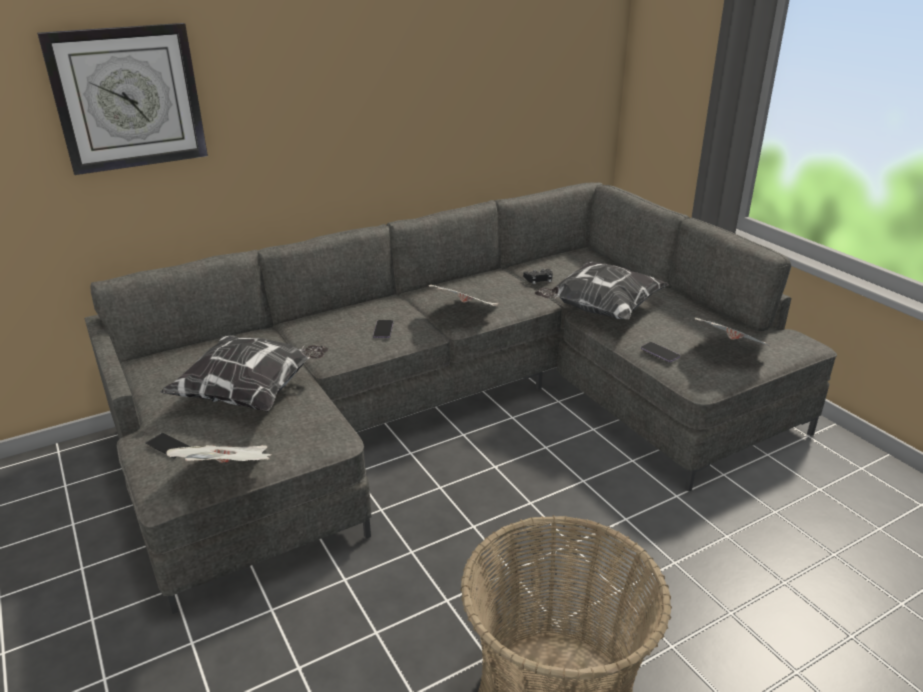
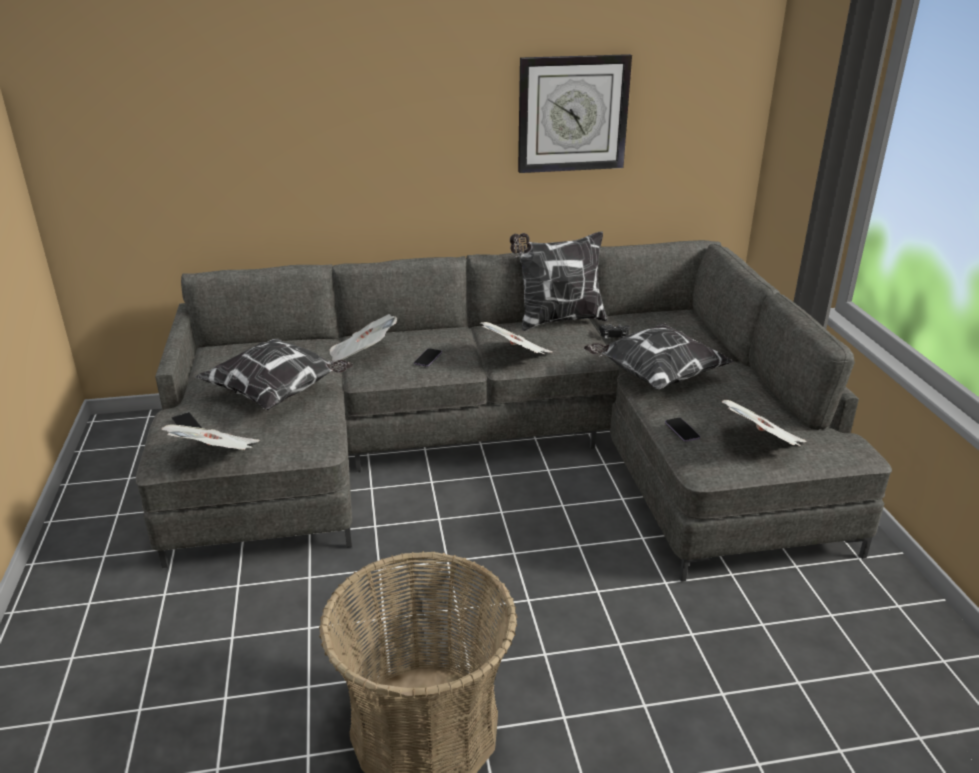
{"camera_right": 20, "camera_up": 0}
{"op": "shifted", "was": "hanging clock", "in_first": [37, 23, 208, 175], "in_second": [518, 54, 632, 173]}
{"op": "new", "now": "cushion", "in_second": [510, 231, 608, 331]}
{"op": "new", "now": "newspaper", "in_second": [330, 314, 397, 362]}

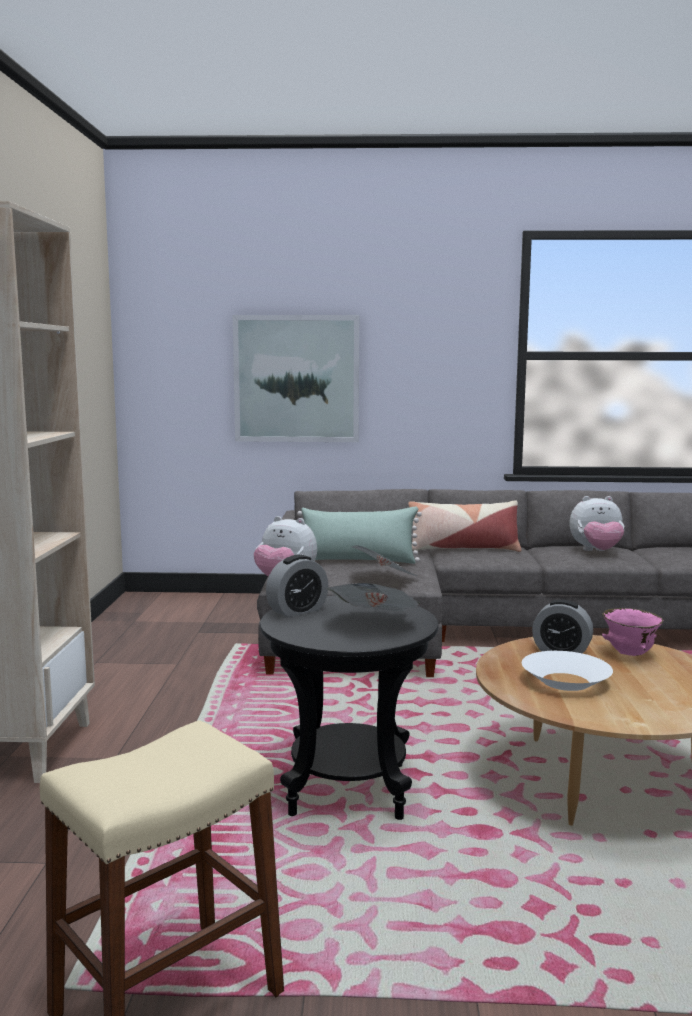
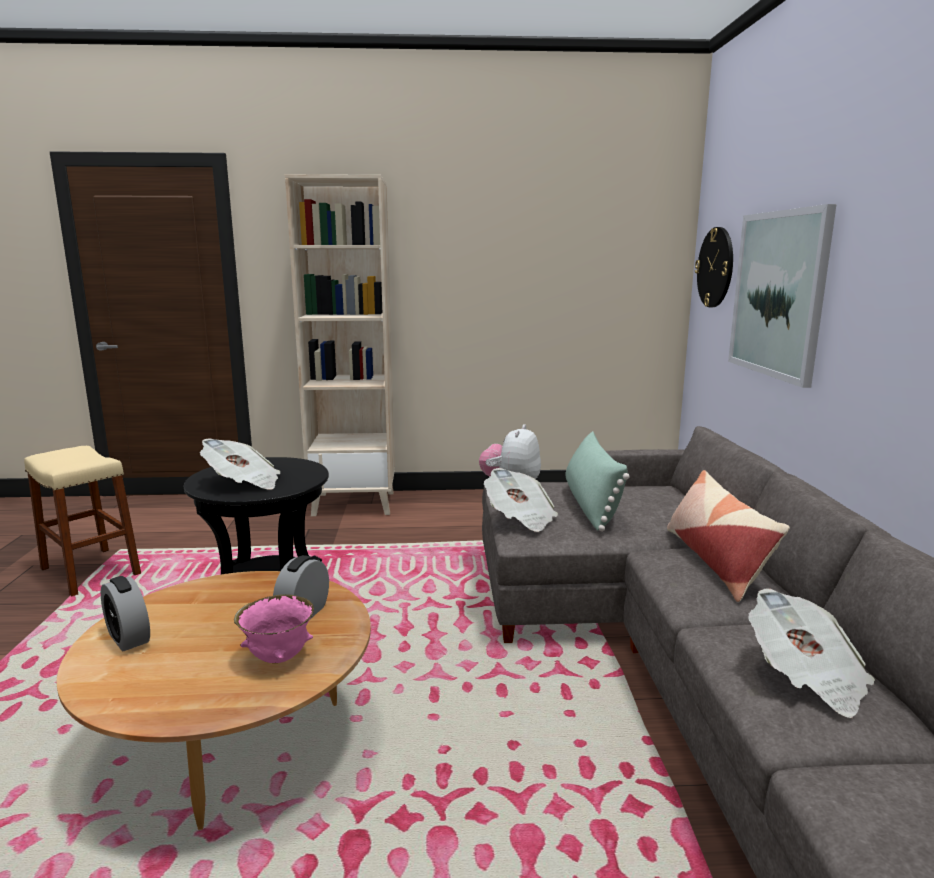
{"camera_right": 85, "camera_up": 5}
{"op": "swapped", "was": "plush toy", "now": "newspaper", "in_first": [569, 496, 625, 551], "in_second": [748, 588, 875, 718]}
{"op": "shifted", "was": "alarm clock", "in_first": [266, 555, 328, 617], "in_second": [101, 576, 150, 652]}
{"op": "gone", "was": "white-coloured deep dish", "in_first": [522, 651, 613, 691]}
{"op": "new", "now": "hanging clock", "in_second": [695, 227, 733, 307]}

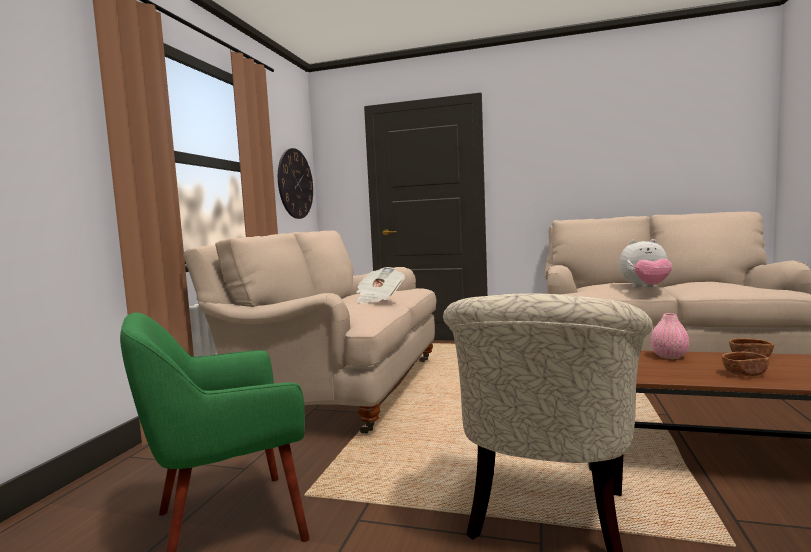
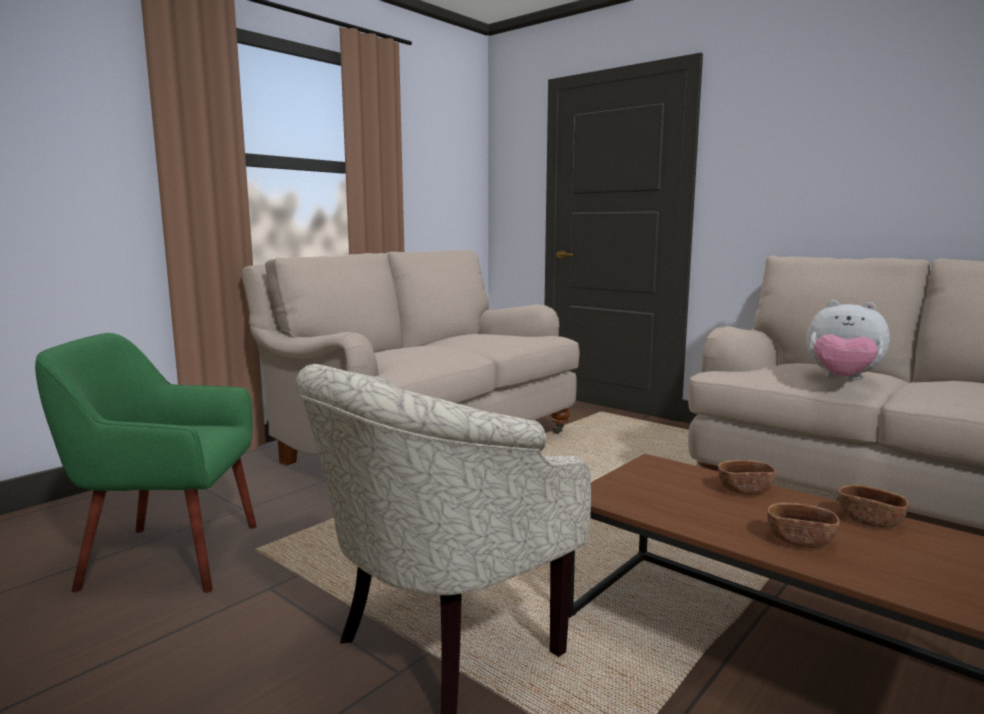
{"camera_right": 25, "camera_up": 5}
{"op": "gone", "was": "hanging clock", "in_first": [278, 148, 313, 219]}
{"op": "gone", "was": "newspaper", "in_first": [356, 267, 405, 303]}
{"op": "swapped", "was": "pink decorative vase", "now": "brown deep dish", "in_first": [650, 313, 690, 359], "in_second": [718, 460, 776, 495]}

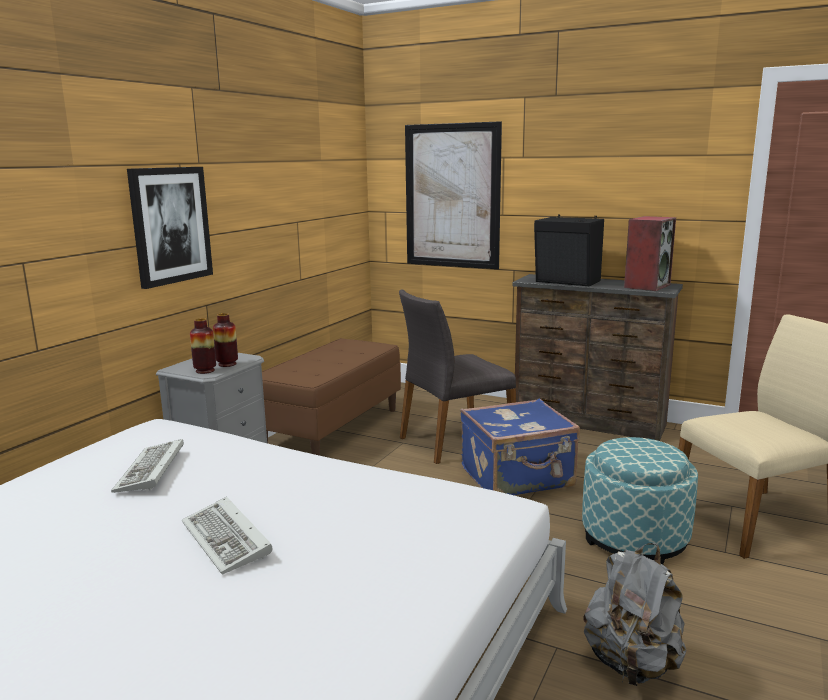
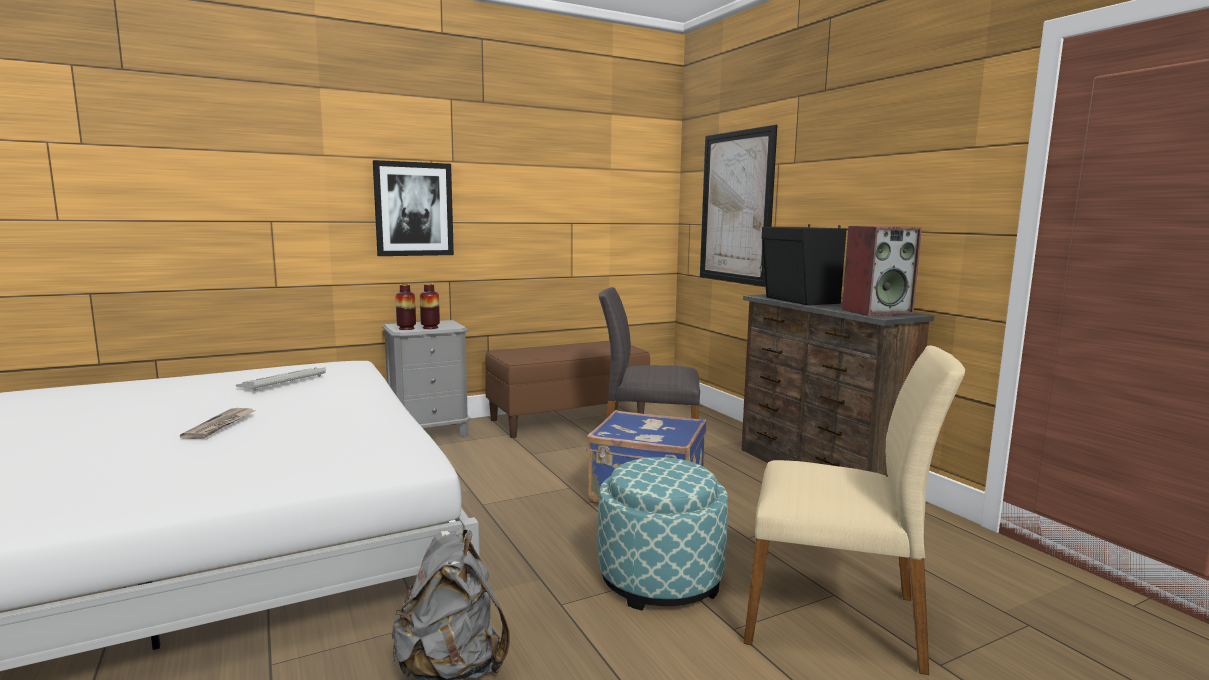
{"camera_right": 35, "camera_up": -5}
{"op": "swapped", "was": "PC keyboard", "now": "newspaper", "in_first": [182, 497, 273, 574], "in_second": [180, 408, 256, 439]}

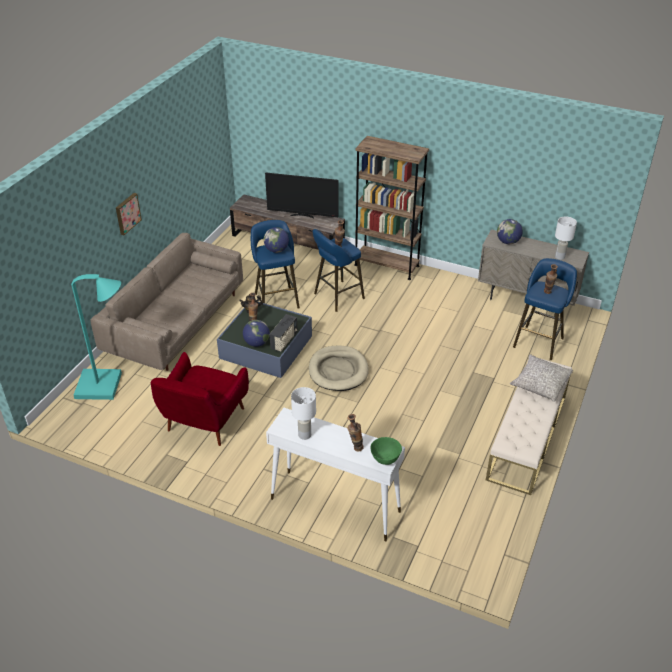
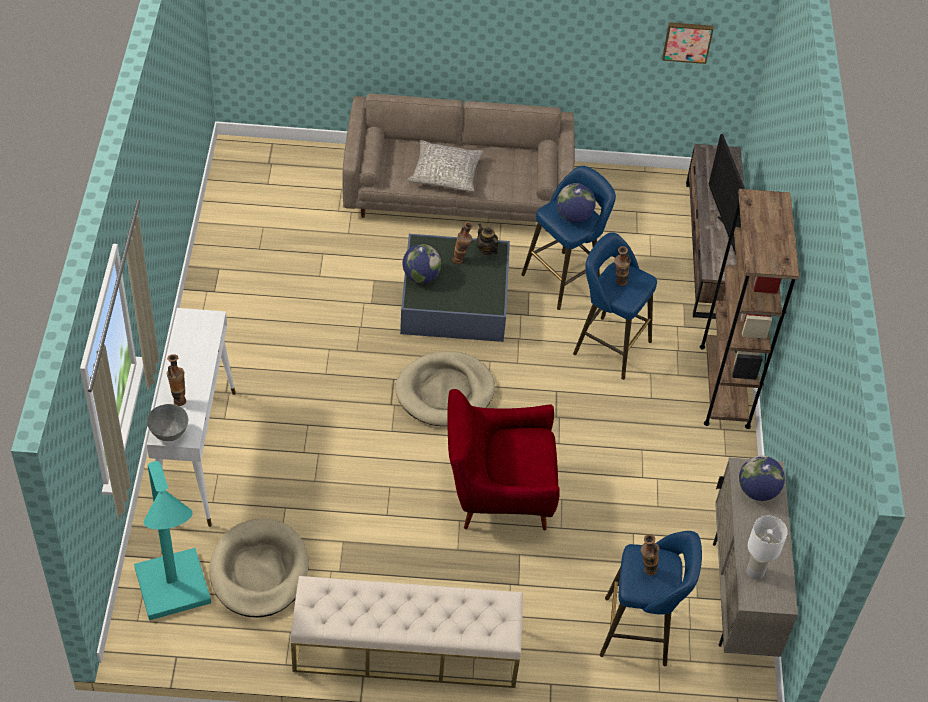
{"camera_right": 65, "camera_up": 10}
{"op": "shifted", "was": "wall art", "in_first": [116, 193, 142, 235], "in_second": [662, 22, 713, 64]}
{"op": "shifted", "was": "turquoise-coloured floor lamp", "in_first": [71, 274, 122, 400], "in_second": [134, 461, 211, 620]}
{"op": "gone", "was": "radio", "in_first": [270, 314, 297, 352]}
{"op": "shifted", "was": "red-coloured armchair", "in_first": [150, 352, 249, 446], "in_second": [448, 389, 560, 530]}
{"op": "shifted", "was": "greyish cushion", "in_first": [510, 354, 573, 402], "in_second": [408, 140, 484, 192]}
{"op": "gone", "was": "white-coloured table lamp", "in_first": [291, 387, 316, 440]}
{"op": "repainted", "was": "greenish deep dish", "now": "greyish deep dish", "in_first": [371, 437, 402, 465], "in_second": [147, 404, 188, 441]}
{"op": "new", "now": "beige-coloured dog cushion", "in_second": [209, 518, 309, 618]}

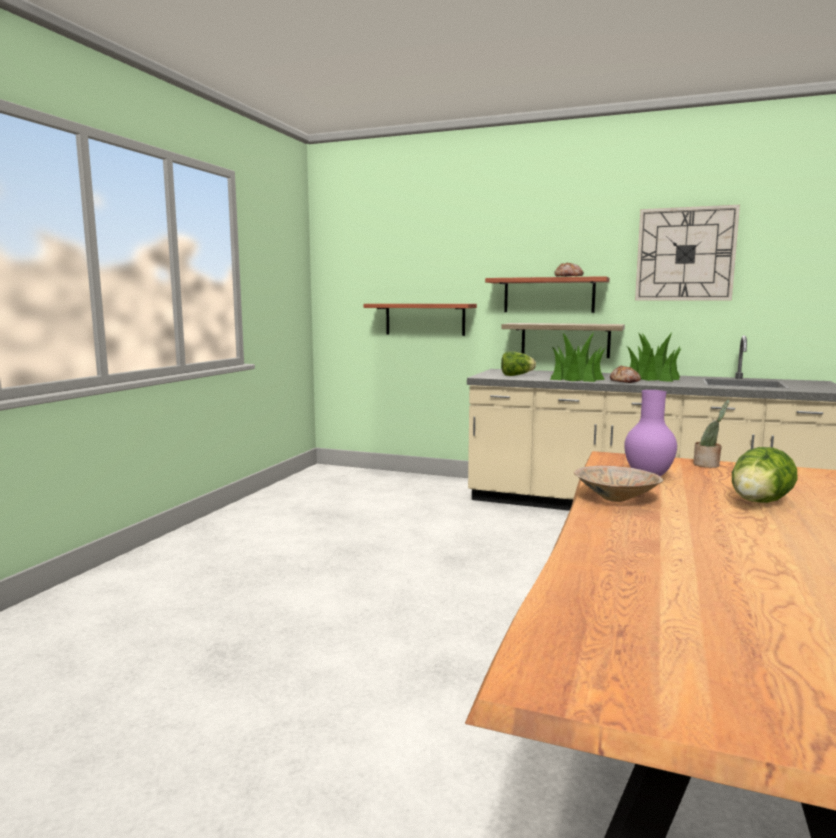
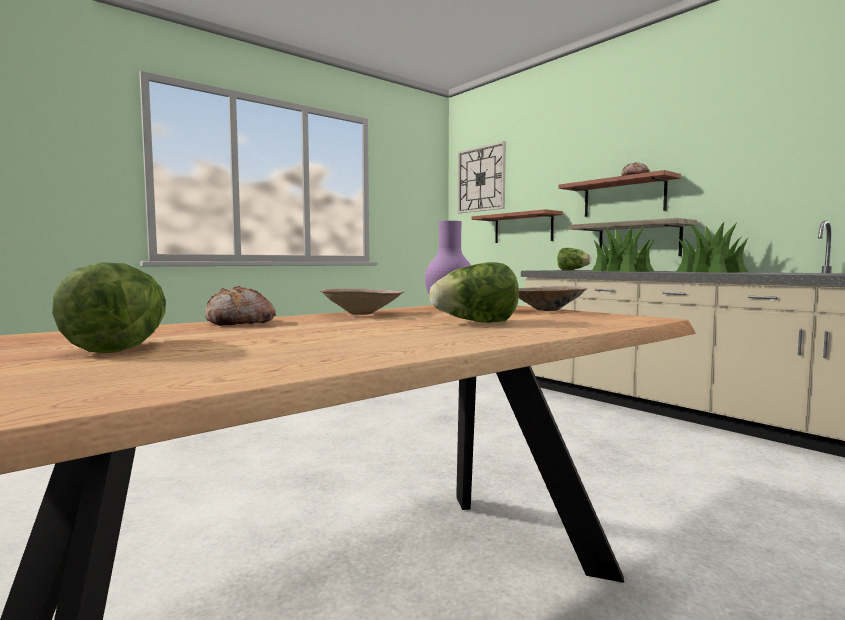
{"camera_right": 30, "camera_up": -5}
{"op": "shifted", "was": "hanging clock", "in_first": [635, 205, 740, 301], "in_second": [458, 141, 506, 213]}
{"op": "shifted", "was": "bakery bread", "in_first": [610, 366, 641, 383], "in_second": [205, 286, 276, 326]}
{"op": "swapped", "was": "potted plant", "now": "beige-coloured deep dish", "in_first": [693, 400, 730, 468], "in_second": [519, 286, 588, 311]}
{"op": "new", "now": "lettuce", "in_second": [52, 262, 166, 353]}

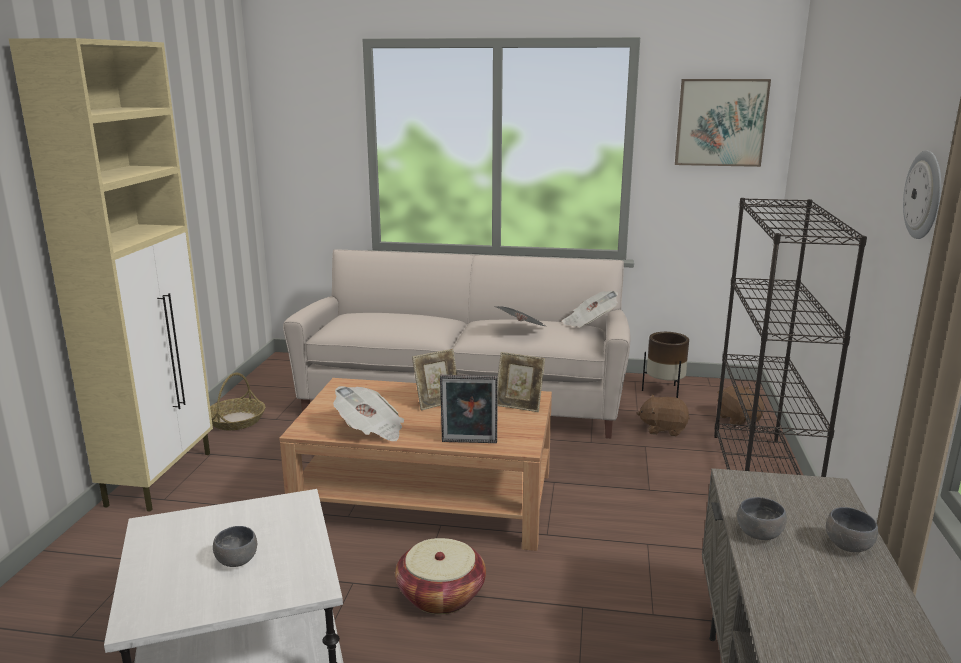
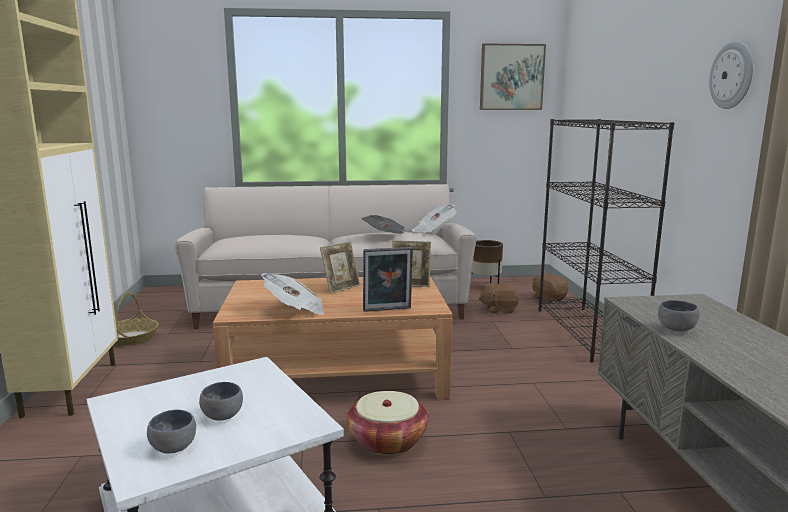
{"camera_right": -15, "camera_up": -5}
{"op": "shifted", "was": "greyish deep dish", "in_first": [826, 507, 878, 552], "in_second": [147, 410, 196, 454]}

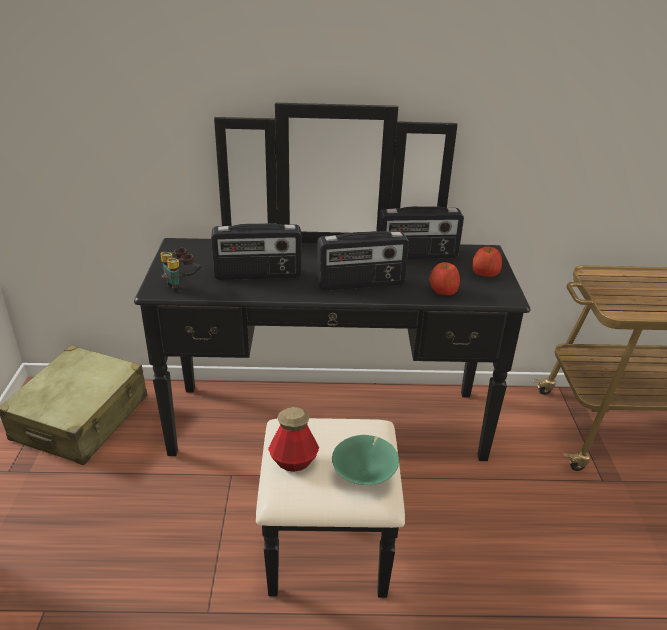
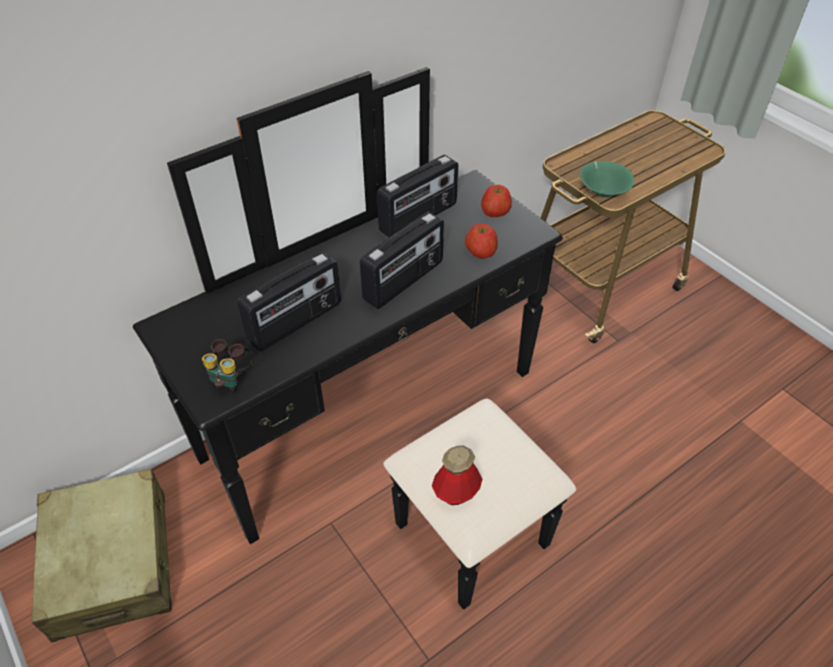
{"camera_right": -35, "camera_up": 15}
{"op": "shifted", "was": "greenish deep dish", "in_first": [332, 435, 399, 485], "in_second": [580, 161, 634, 197]}

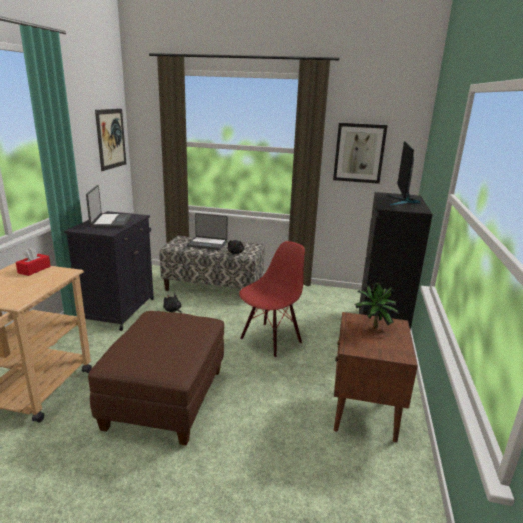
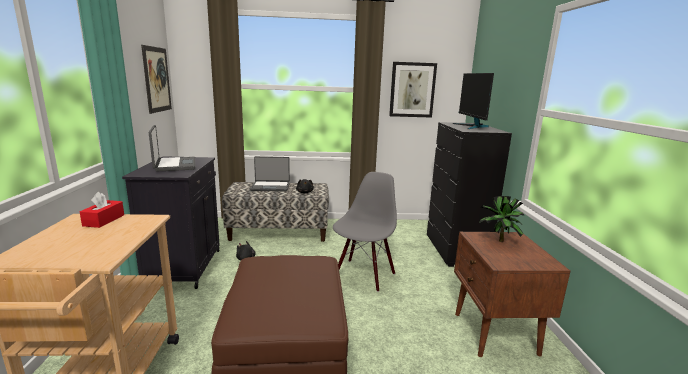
{"camera_right": -15, "camera_up": -5}
{"op": "repainted", "was": "red-coloured plain chair", "now": "greyish plain chair", "in_first": [239, 241, 305, 358], "in_second": [333, 172, 397, 292]}

